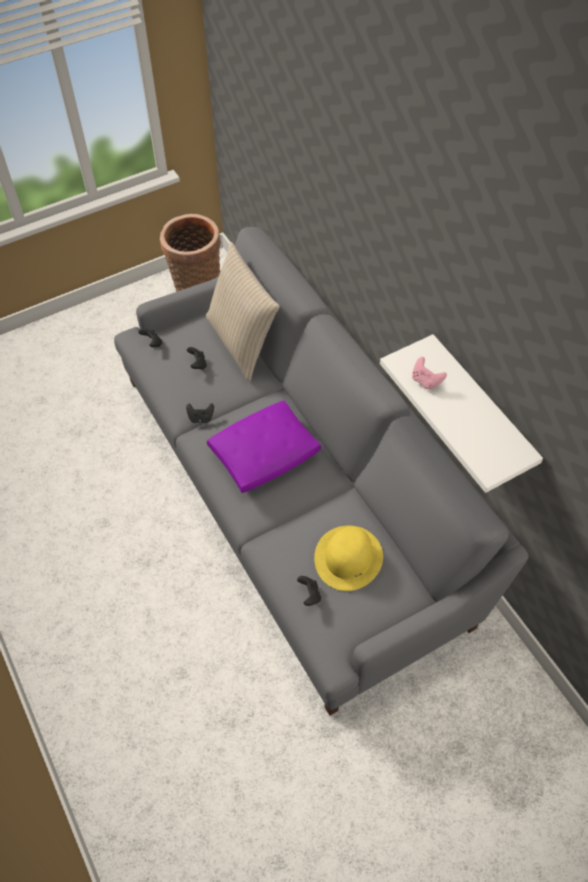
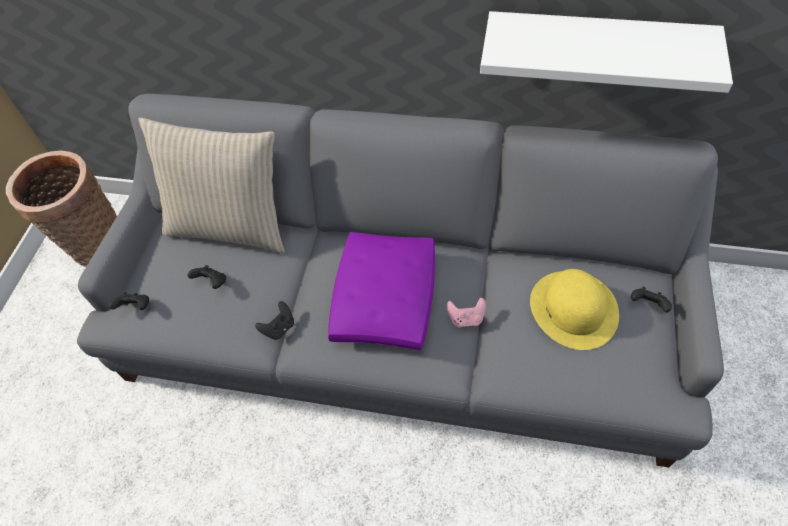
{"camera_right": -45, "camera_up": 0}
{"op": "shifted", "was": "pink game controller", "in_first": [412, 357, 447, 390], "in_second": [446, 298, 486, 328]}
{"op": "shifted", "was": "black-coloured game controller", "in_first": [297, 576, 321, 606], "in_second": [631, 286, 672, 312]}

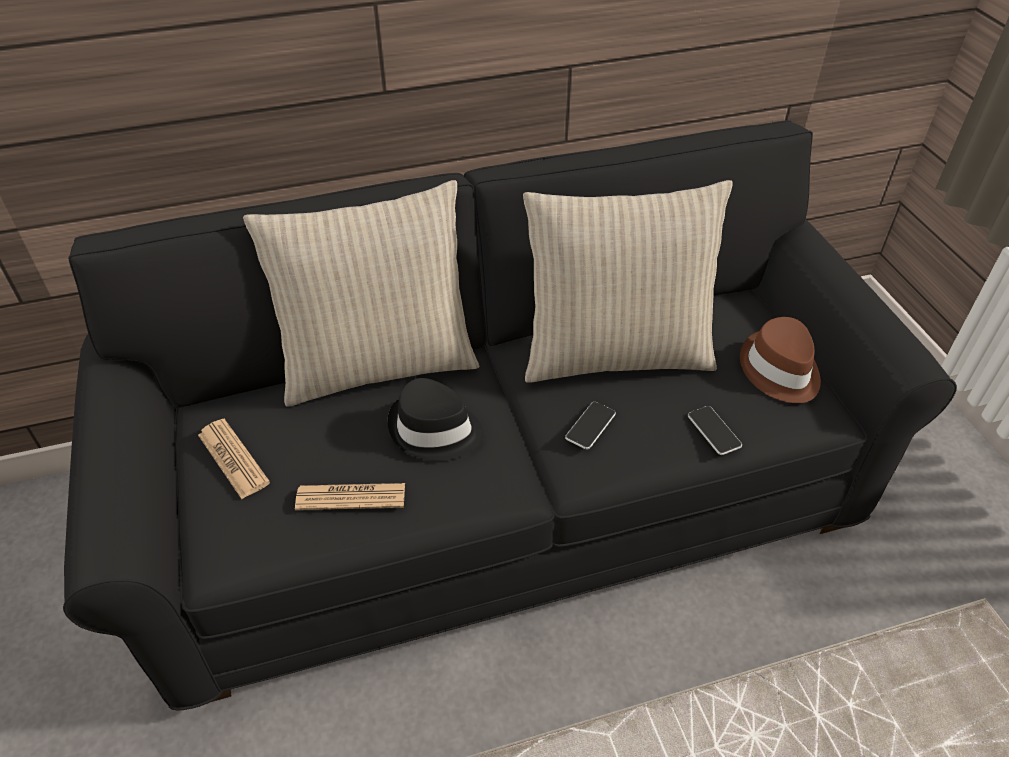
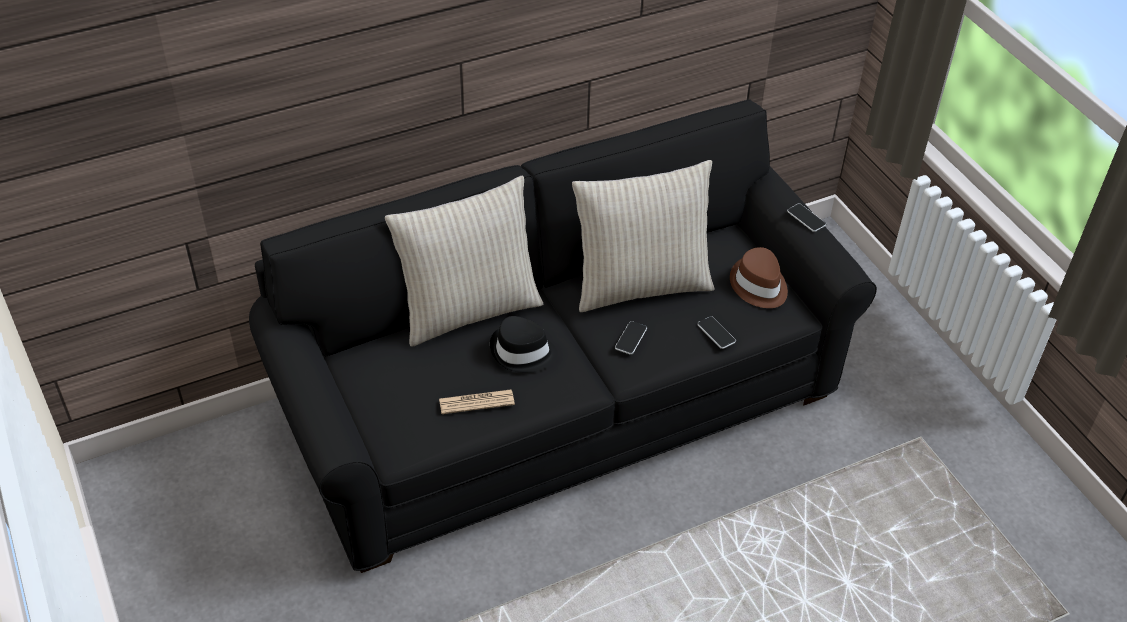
{"camera_right": -10, "camera_up": 0}
{"op": "gone", "was": "newspaper", "in_first": [198, 419, 270, 499]}
{"op": "new", "now": "telephone", "in_second": [787, 204, 826, 232]}

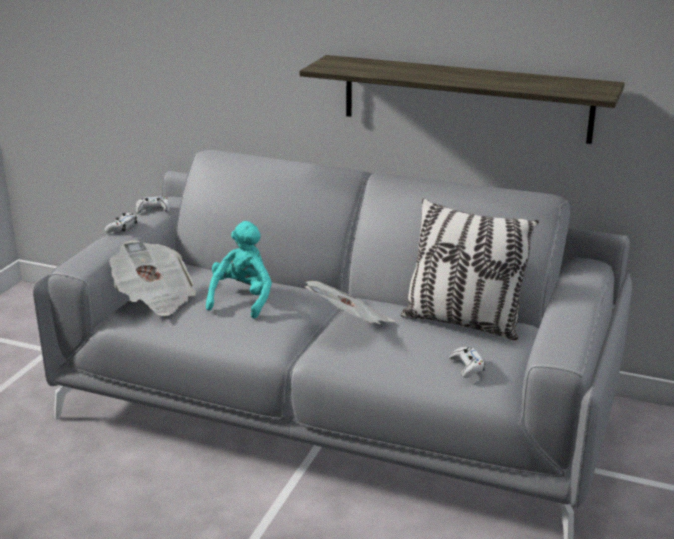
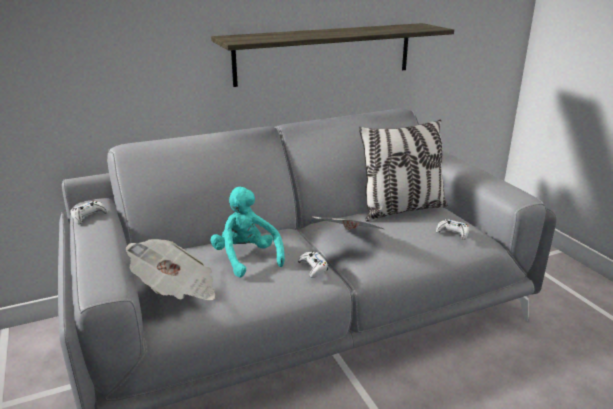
{"camera_right": -45, "camera_up": 0}
{"op": "shifted", "was": "white-coloured game controller", "in_first": [105, 213, 137, 233], "in_second": [298, 251, 328, 278]}

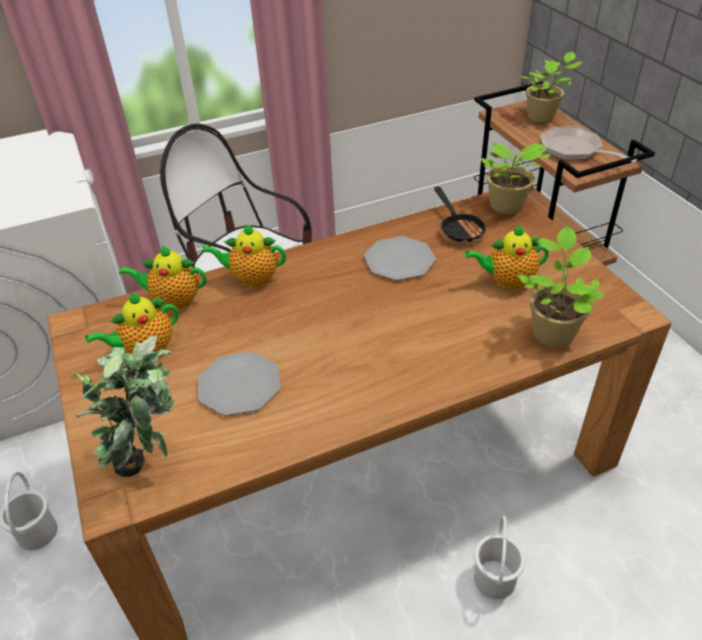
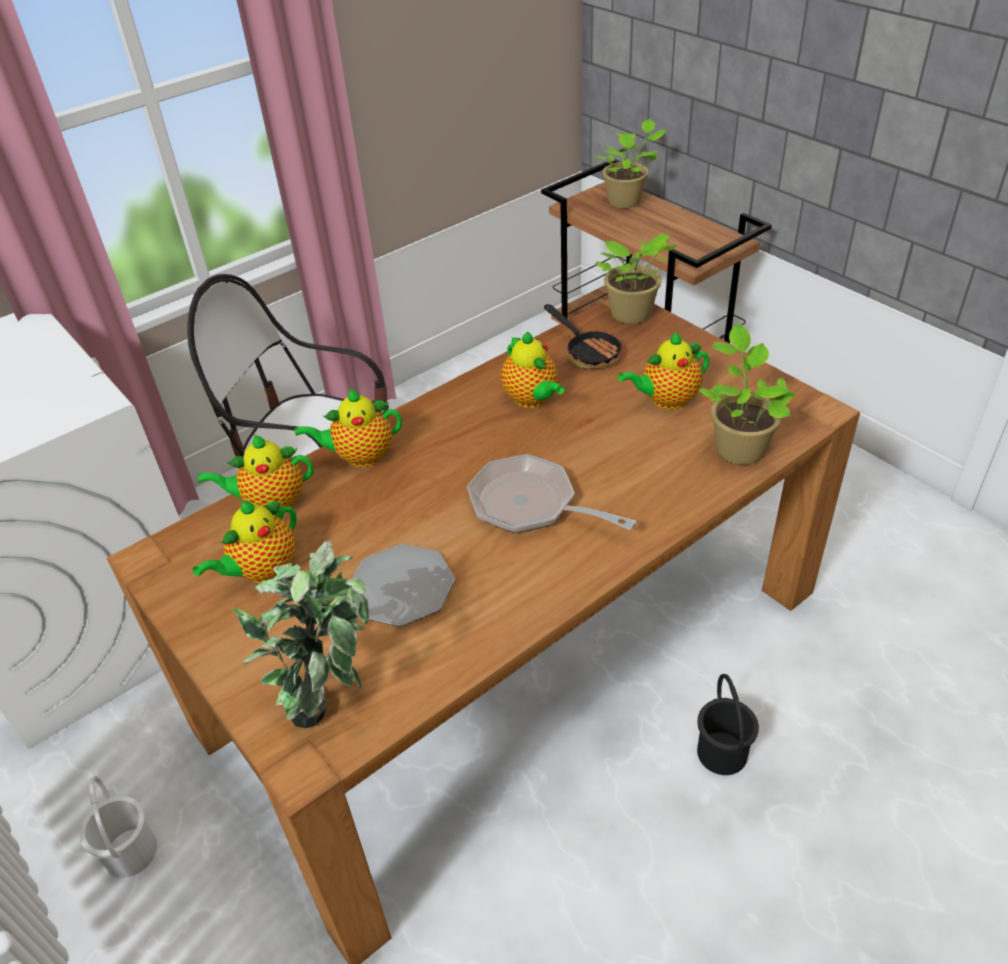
{"camera_right": -15, "camera_up": 0}
{"op": "shifted", "was": "skillet", "in_first": [540, 127, 637, 163], "in_second": [467, 454, 636, 533]}
{"op": "swapped", "was": "flat dish", "now": "teapot", "in_first": [364, 236, 436, 280], "in_second": [501, 332, 564, 408]}
{"op": "repainted", "was": "white-coloured water bucket", "now": "black-coloured water bucket", "in_first": [474, 515, 526, 599], "in_second": [697, 674, 759, 775]}

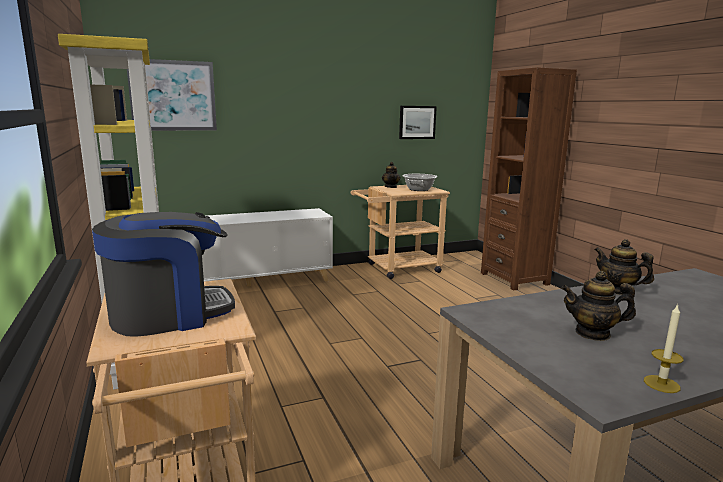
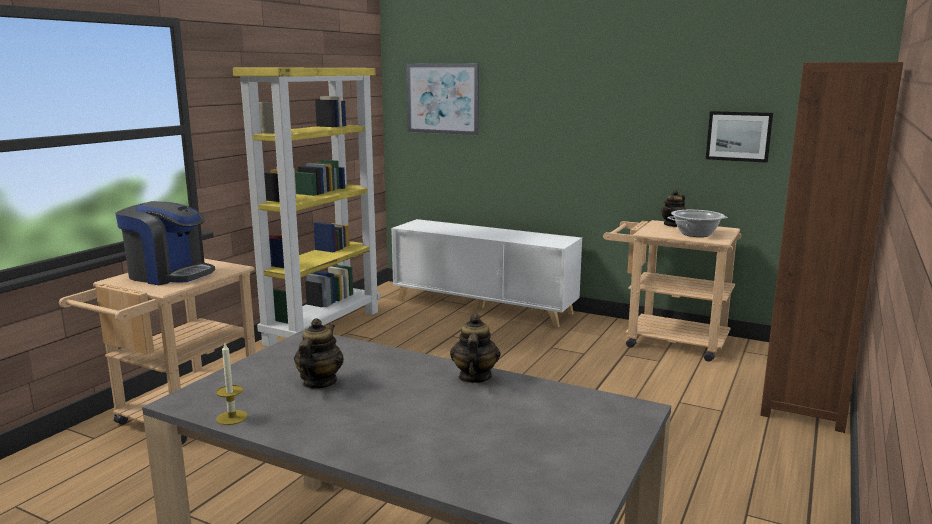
{"camera_right": 50, "camera_up": 0}
{"op": "rotated", "was": "teapot", "in_first": [561, 271, 636, 341], "in_second": [294, 318, 344, 389], "clockwise": 45}

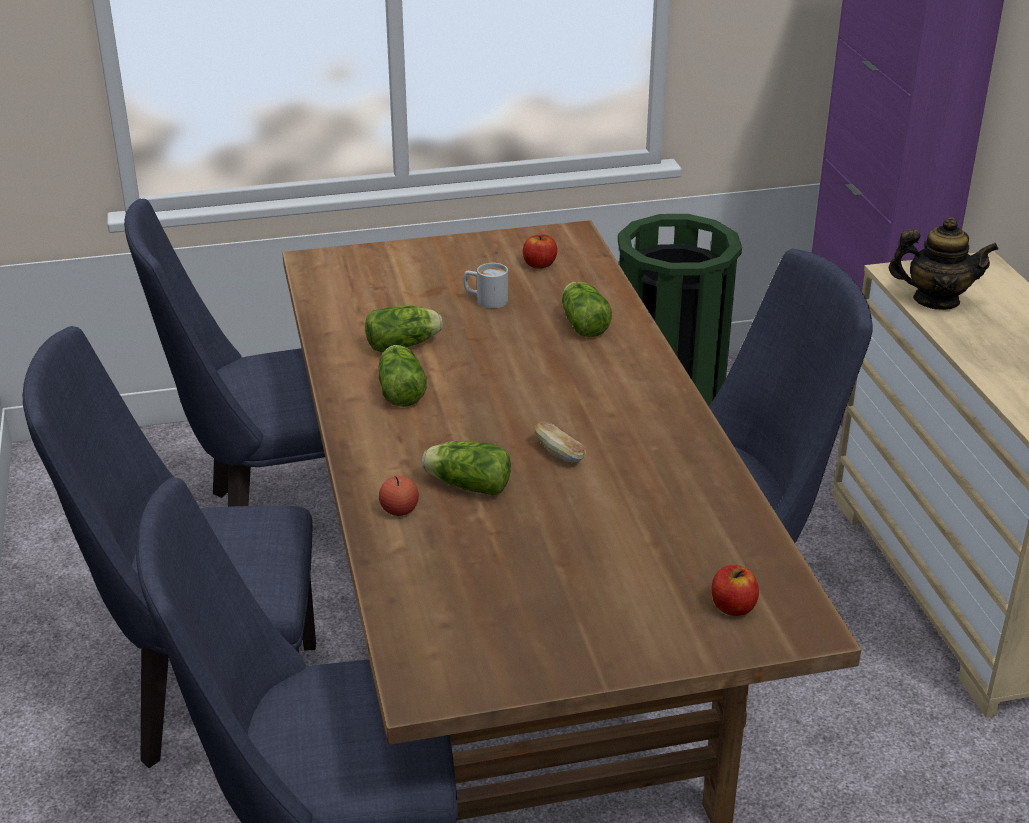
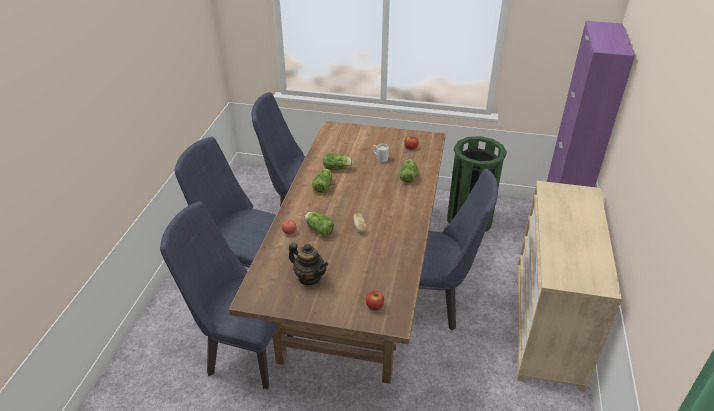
{"camera_right": 25, "camera_up": 5}
{"op": "shifted", "was": "teapot", "in_first": [889, 217, 999, 310], "in_second": [289, 243, 328, 285]}

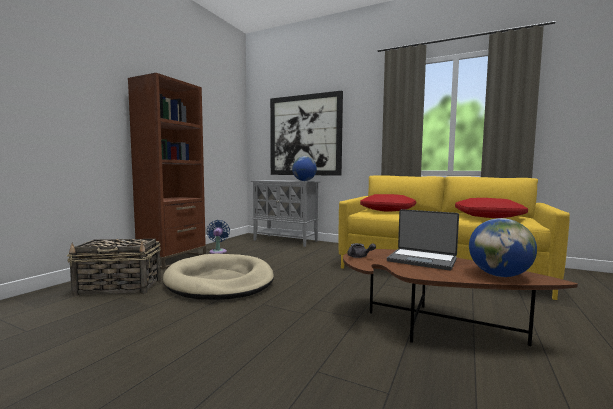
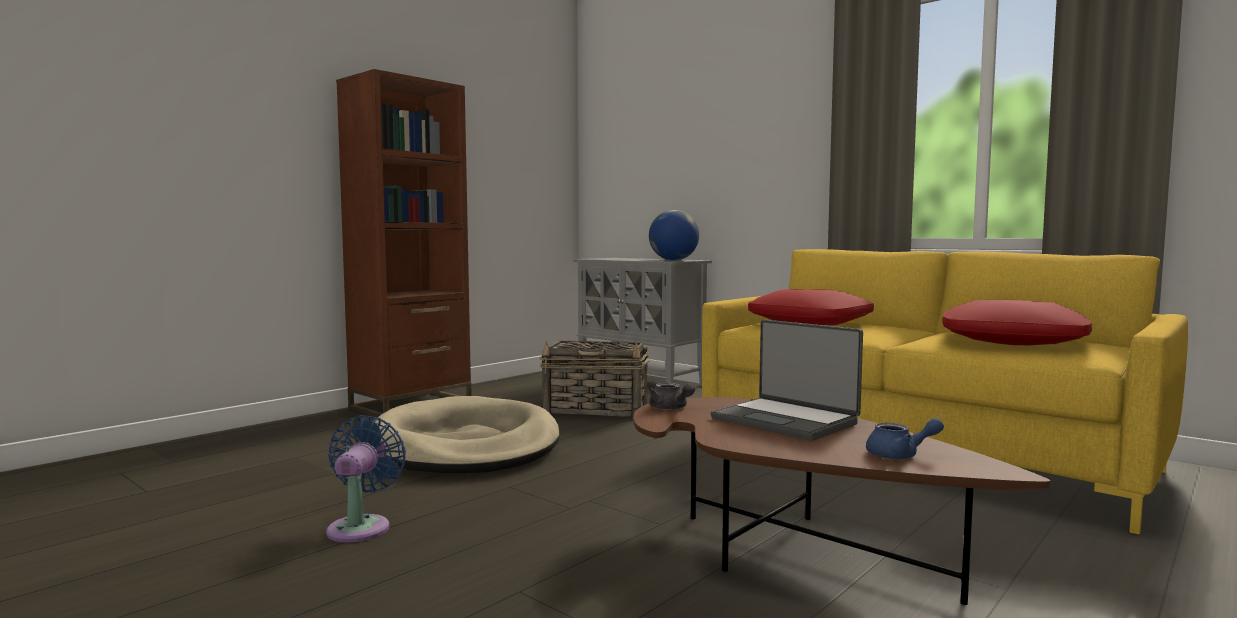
{"camera_right": 15, "camera_up": 0}
{"op": "gone", "was": "wall art", "in_first": [270, 91, 343, 176]}
{"op": "swapped", "was": "desk globe", "now": "blue teapot", "in_first": [469, 218, 537, 277], "in_second": [866, 418, 944, 459]}
{"op": "shifted", "was": "blue fan", "in_first": [207, 220, 230, 254], "in_second": [326, 415, 406, 543]}
{"op": "shifted", "was": "storage basket", "in_first": [67, 239, 161, 296], "in_second": [540, 341, 649, 419]}

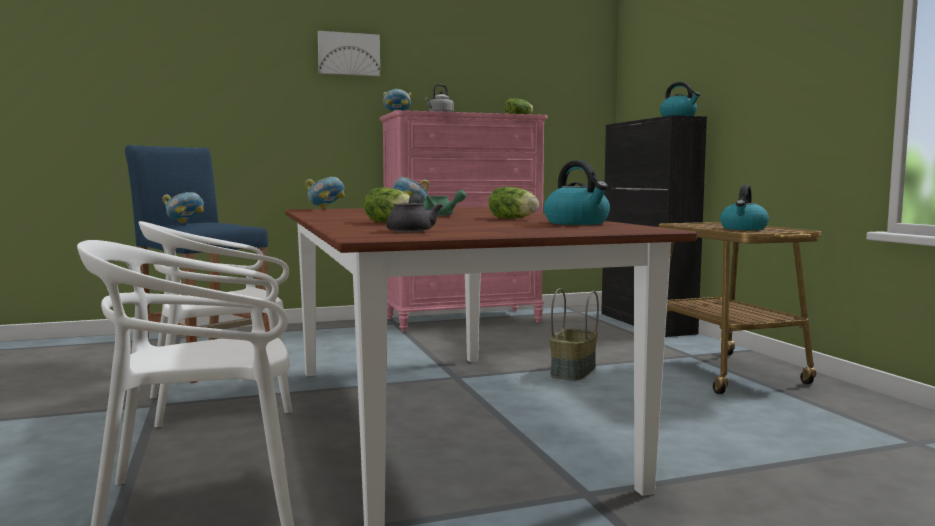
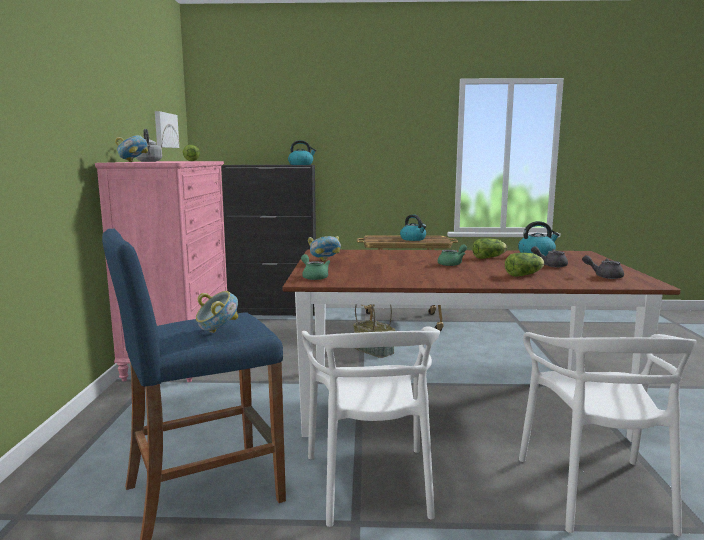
{"camera_right": -70, "camera_up": 5}
{"op": "shifted", "was": "wall art", "in_first": [318, 31, 380, 76], "in_second": [155, 111, 179, 148]}
{"op": "swapped", "was": "deep dish", "now": "greenish teapot", "in_first": [305, 177, 345, 209], "in_second": [301, 254, 330, 280]}
{"op": "new", "now": "greyish teapot", "in_second": [531, 246, 568, 267]}

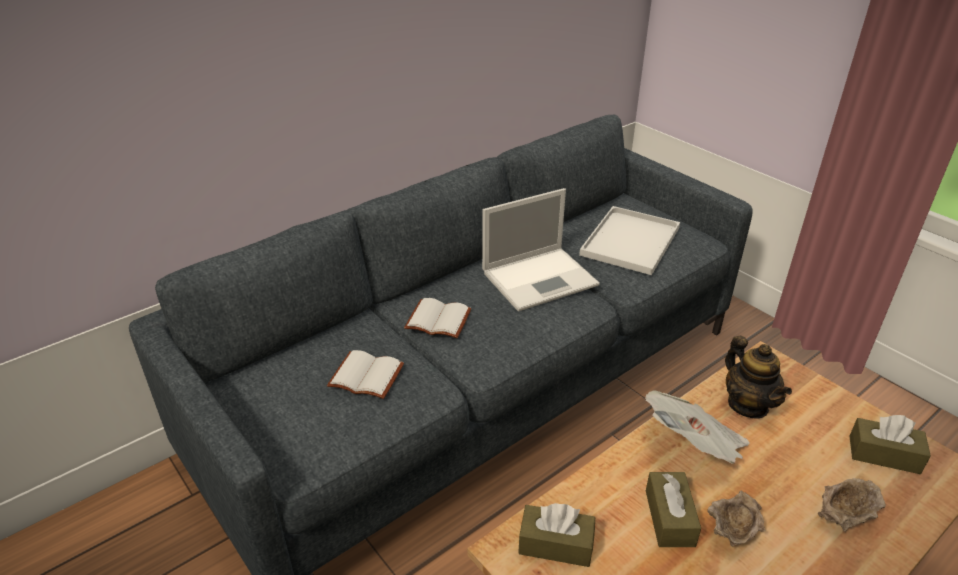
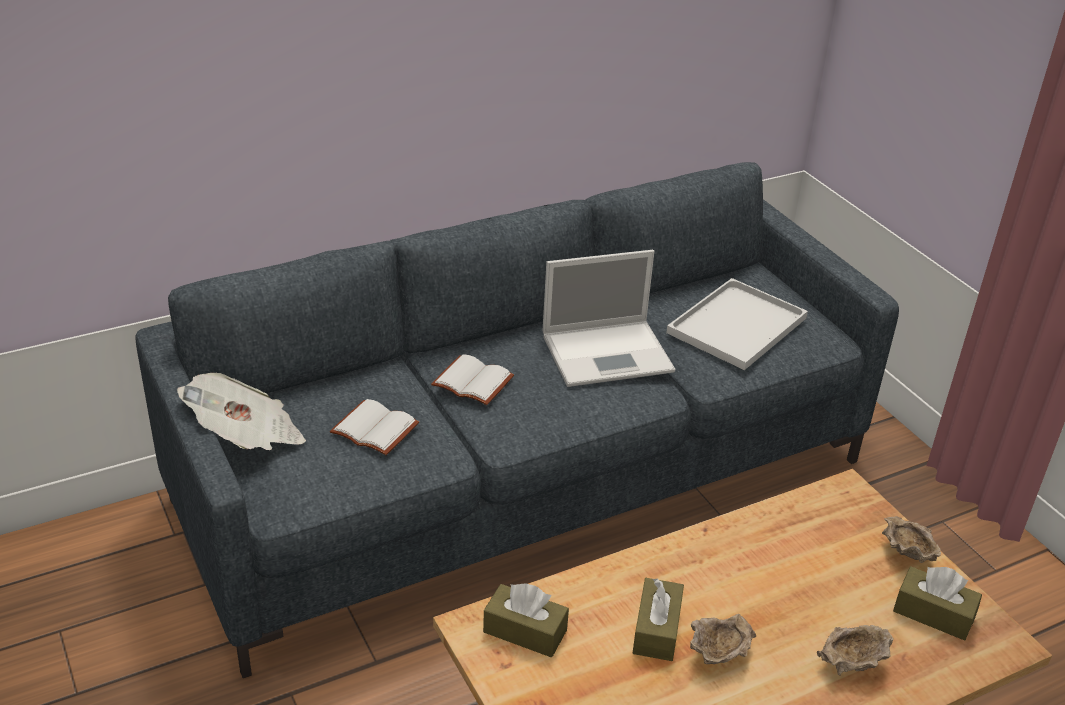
{"camera_right": 10, "camera_up": 0}
{"op": "gone", "was": "teapot", "in_first": [725, 336, 792, 419]}
{"op": "shifted", "was": "newspaper", "in_first": [645, 390, 750, 464], "in_second": [177, 373, 306, 450]}
{"op": "new", "now": "beige-coloured deep dish", "in_second": [882, 516, 941, 563]}

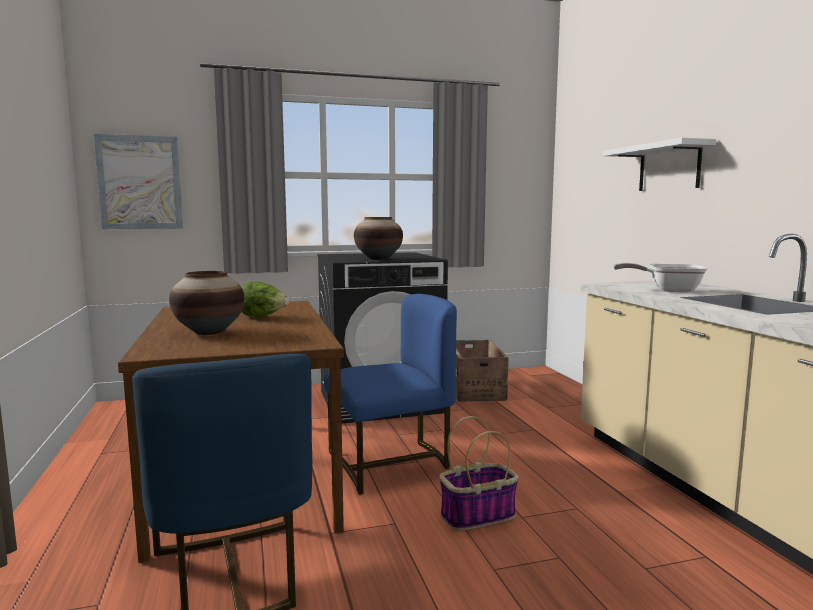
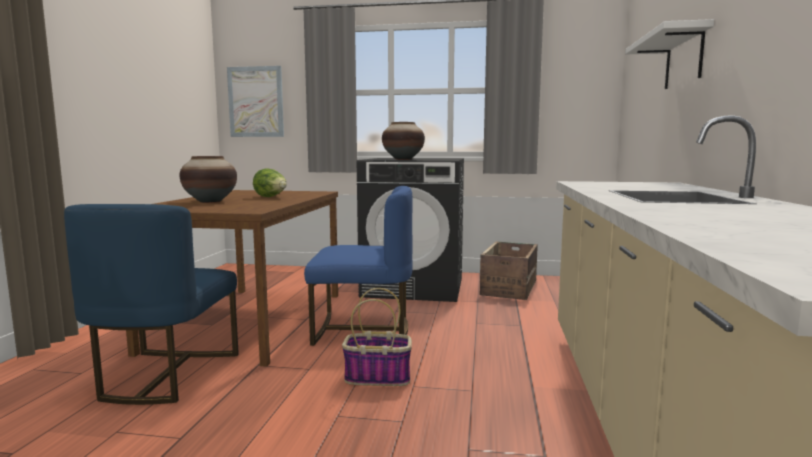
{"camera_right": 25, "camera_up": 0}
{"op": "gone", "was": "skillet", "in_first": [613, 263, 708, 292]}

